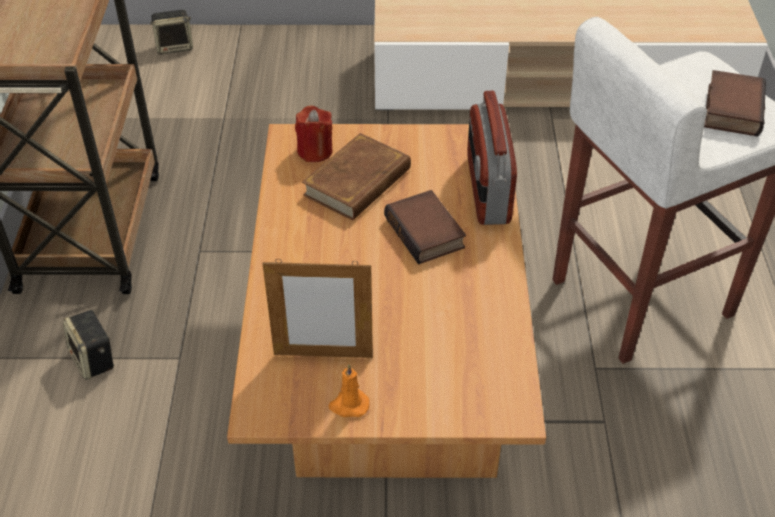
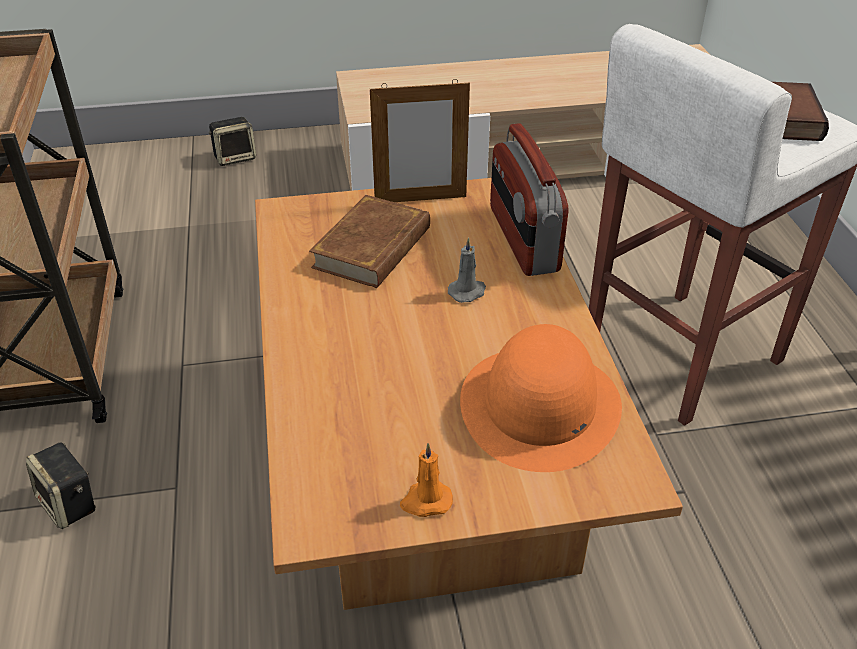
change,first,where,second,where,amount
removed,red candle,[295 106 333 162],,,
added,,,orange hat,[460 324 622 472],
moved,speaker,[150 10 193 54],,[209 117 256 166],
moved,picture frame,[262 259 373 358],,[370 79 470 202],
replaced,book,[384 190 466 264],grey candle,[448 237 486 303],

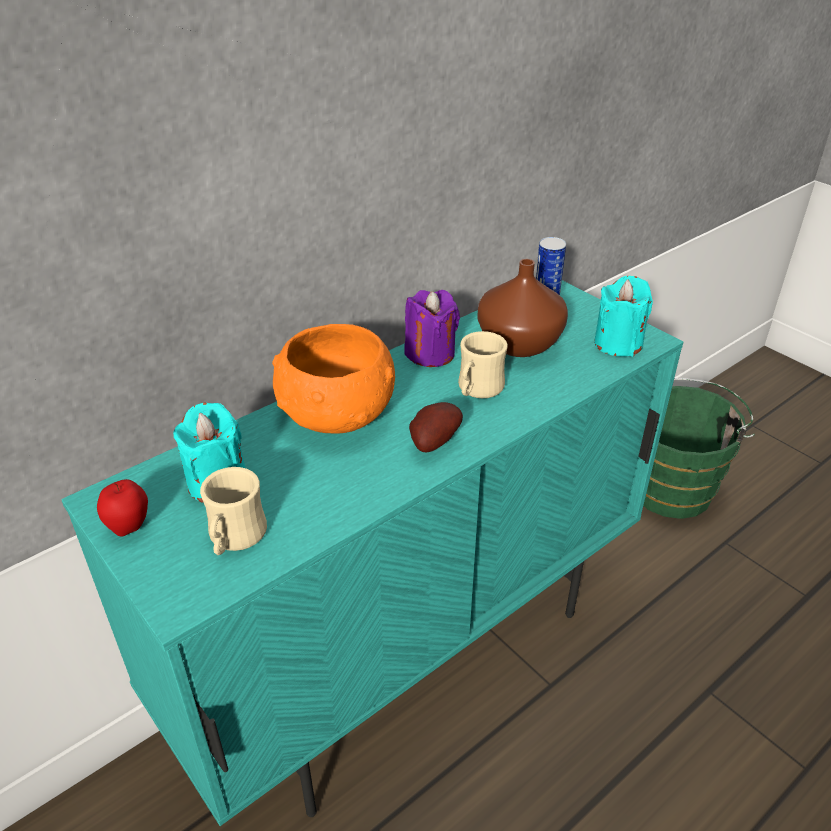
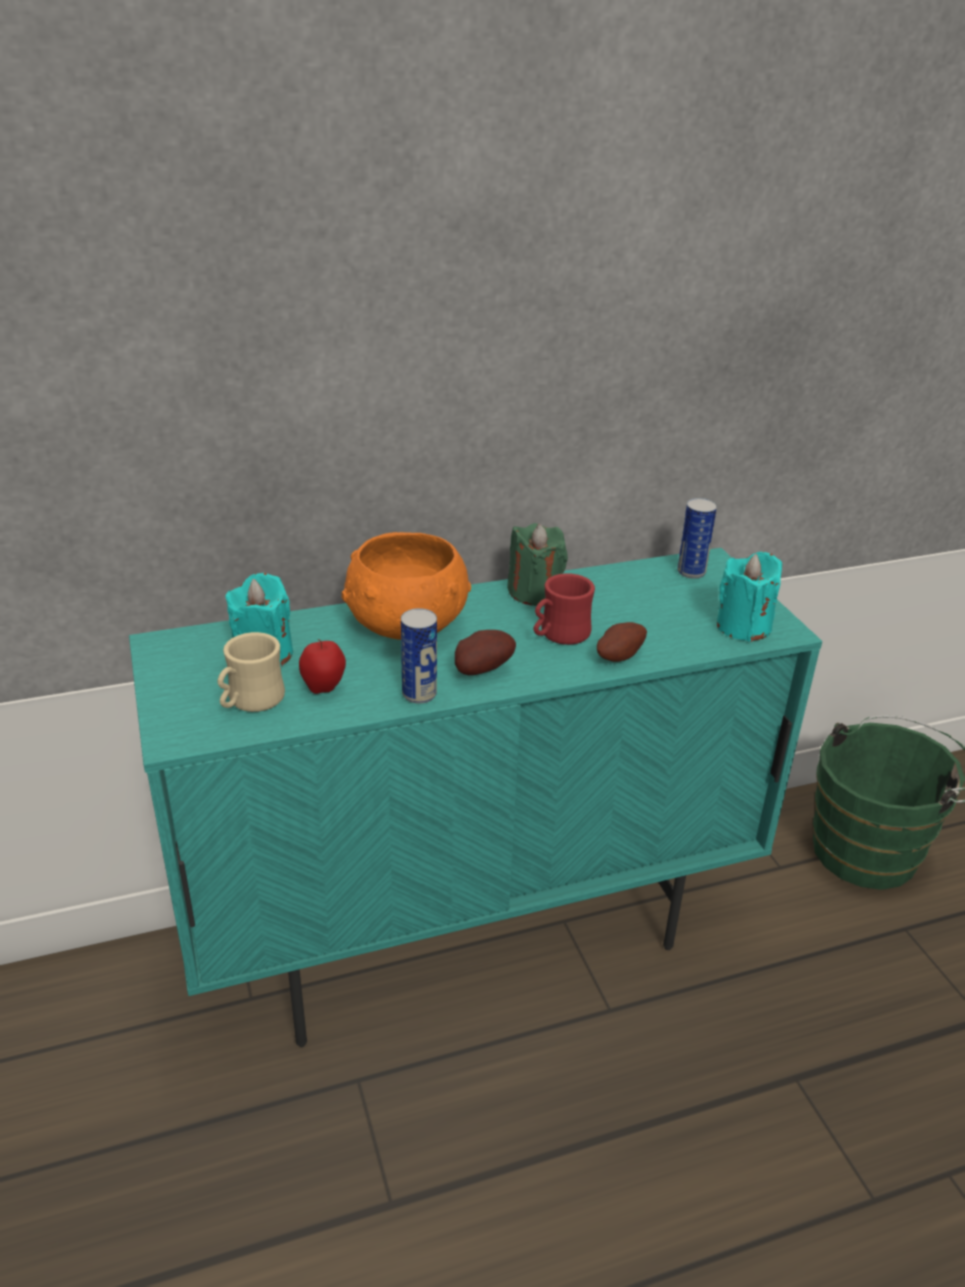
change,first,where,second,where,amount
removed,brown vase,[477 259 568 357],,,
added,,,can,[401 608 437 704],
added,,,potato,[597 622 647 662],
moved,apple,[97 479 148 537],,[299 639 346 694],
recoloured,purple candle,[404 290 460 367],green candle,[507 523 568 606],
recoloured,beige mug,[458 331 508 398],red mug,[533 573 595 645],

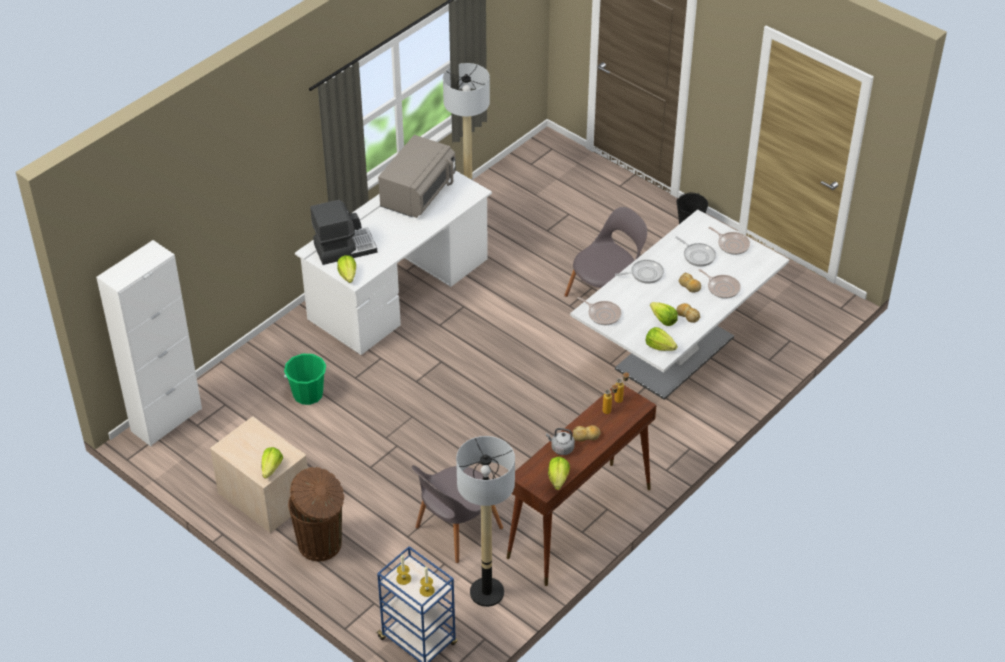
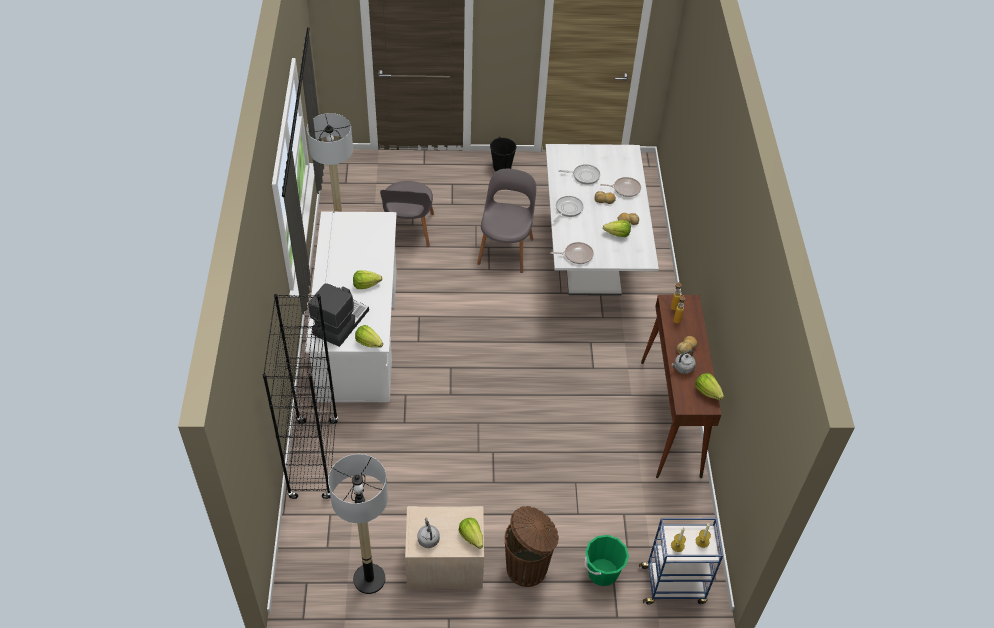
change,first,where,second,where,amount
removed,white cabinet,[96 240 202 446],,,
removed,grey microwave,[378 135 456 218],,,
removed,frying pan,[709 227 750 255],,,
added,,,black bookcase,[263 294 339 499],
added,,,grey kettle,[417 517 440 548],
moved,green bucket,[284 354 326 405],,[585 535 629 586],
moved,grey chair,[412 465 503 563],,[380 181 434 247],
moved,floor lamp,[456 436 515 607],,[328 454 388 594],
moved,lettuce,[645 327 678 351],,[353 270 382 289],

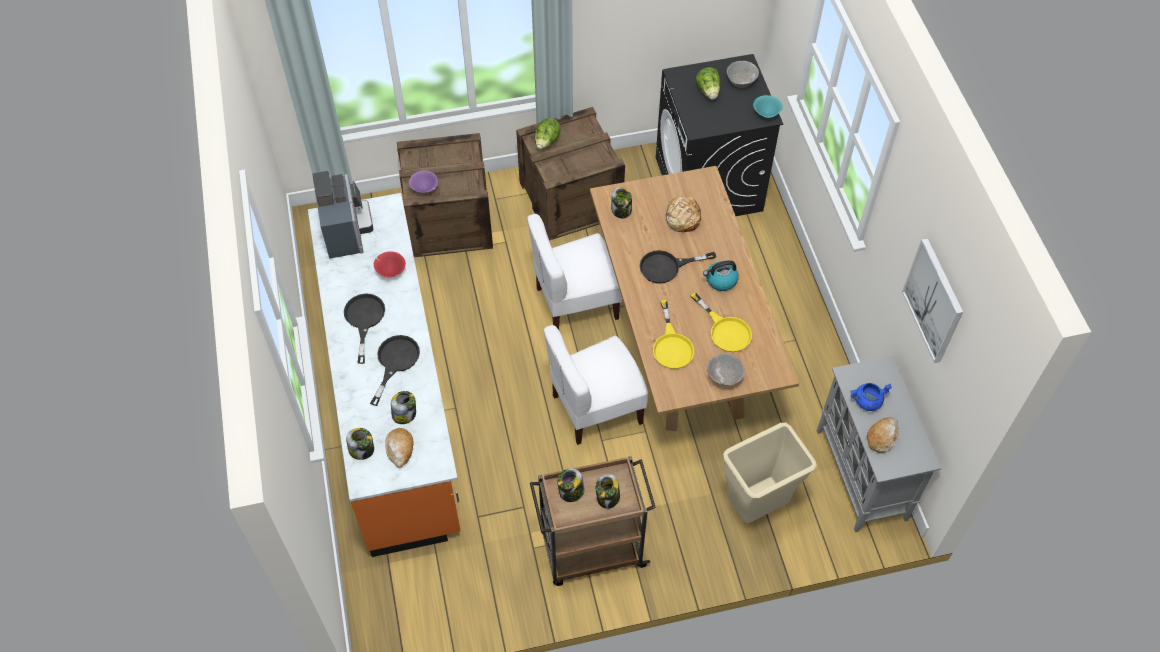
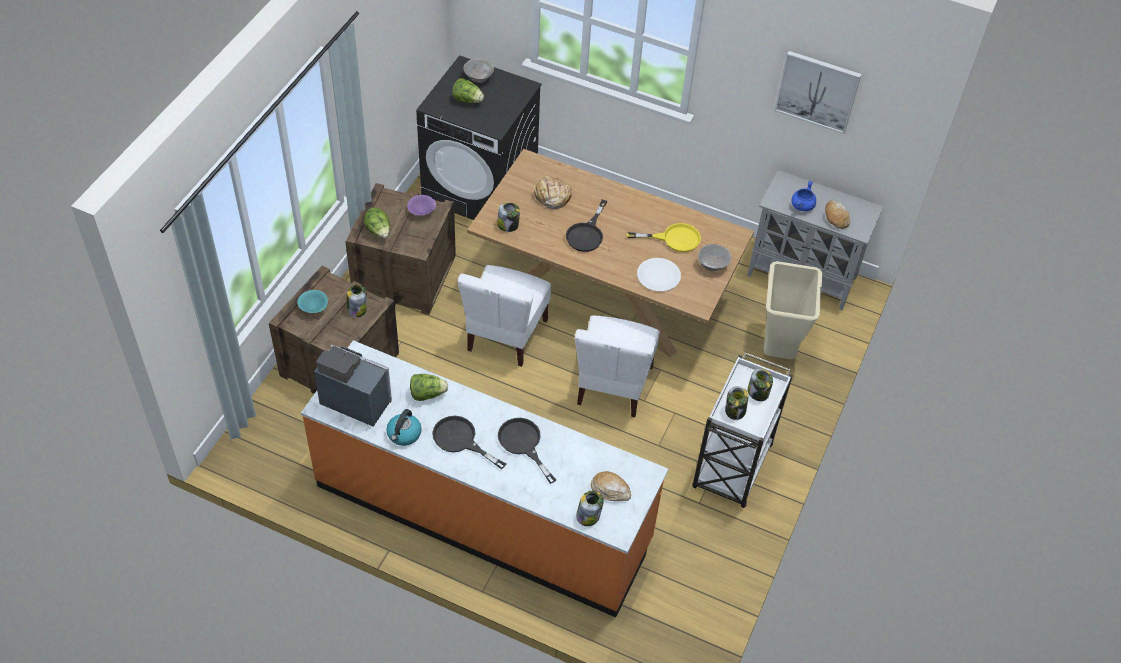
change,first,where,second,where,amount
moved,jar,[391 391 416 424],,[347 285 367 317],
moved,purple bowl,[409 170 438 193],,[407 195 436 216],
moved,kettle,[703 260 739 291],,[386 409 422 446],
moved,turquoise bowl,[753 95 783 118],,[298 290 328 313],
replaced,red bowl,[374 251 406 277],lettuce,[410 374 448 401],
replaced,yellow frying pan,[653 300 694 369],white plate,[637 258 681 292],
recoloured,brown cart,[530 456 656 586],white cart,[692 352 793 508],

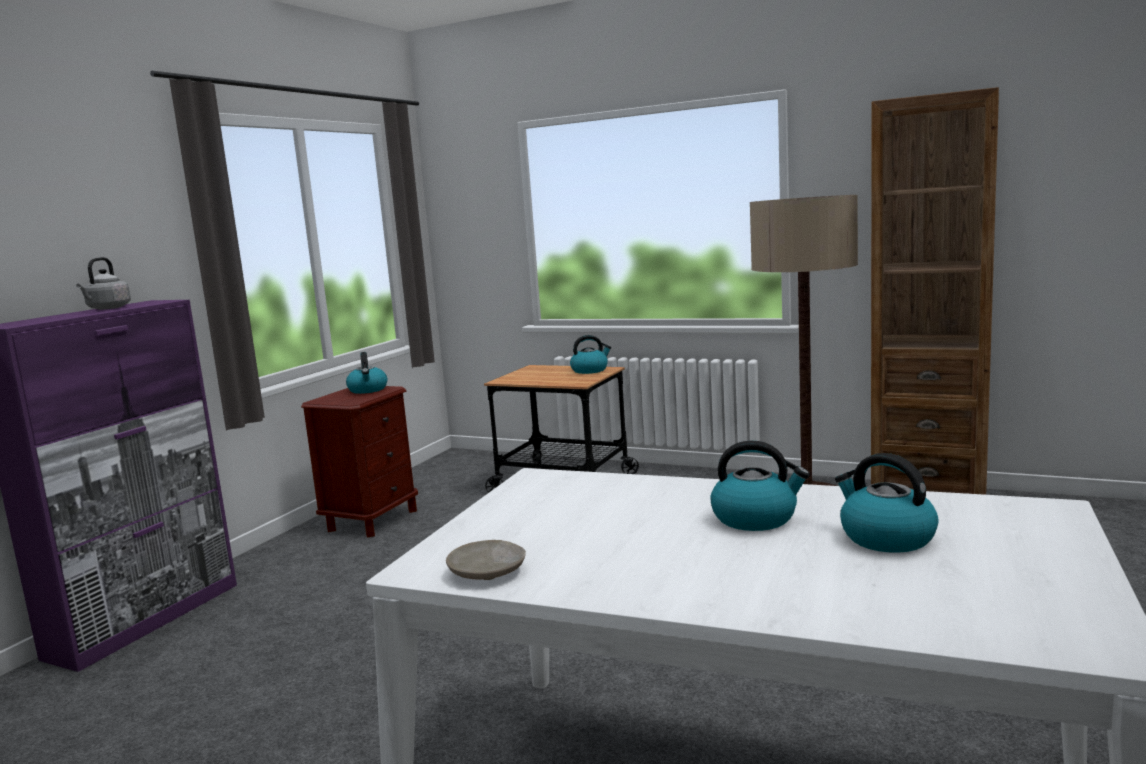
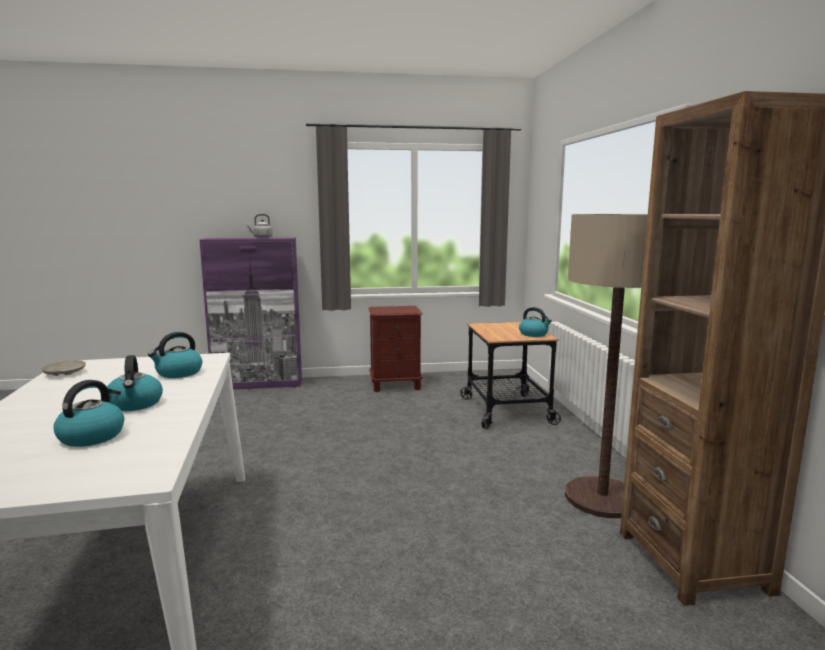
change,first,where,second,where,amount
moved,kettle,[346 352 387 394],,[148 332 202 378],

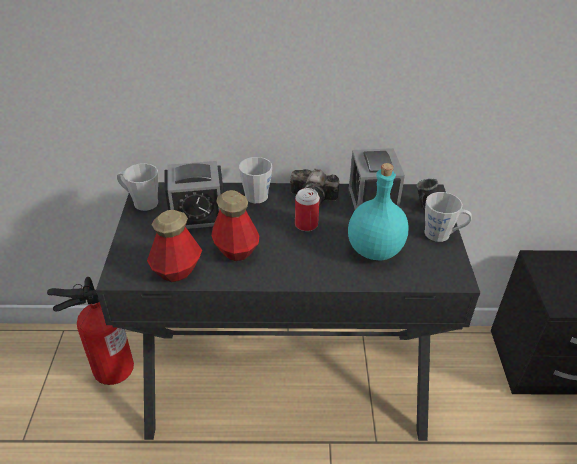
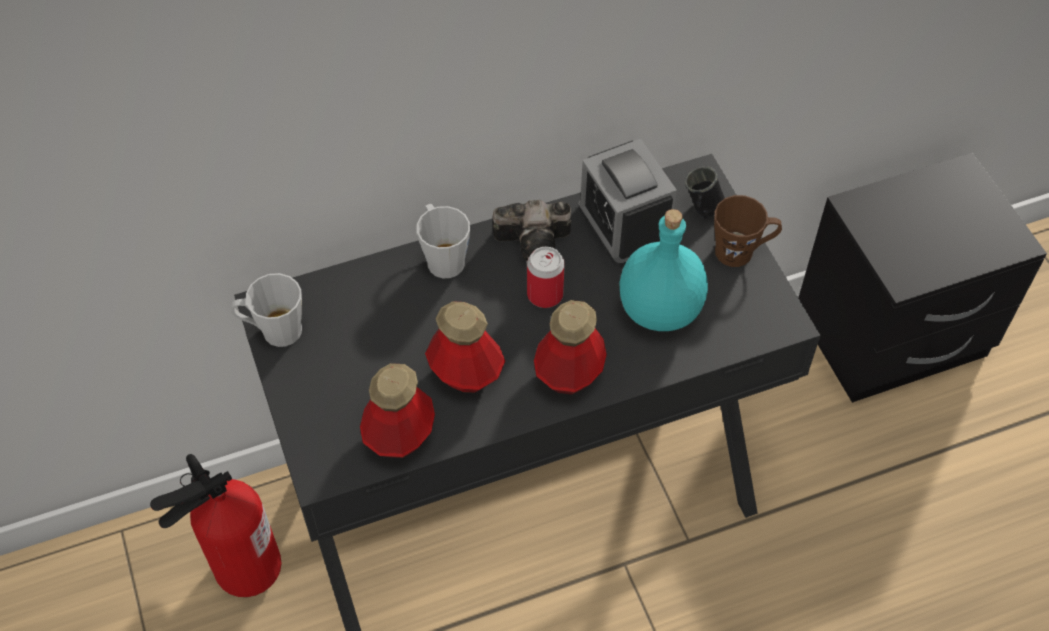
change,first,where,second,where,amount
removed,alarm clock,[165 161 223 229],,,
added,,,bottle,[534 300 607 395],
recoloured,grey mug,[424 192 472 242],brown mug,[714 195 782 267],

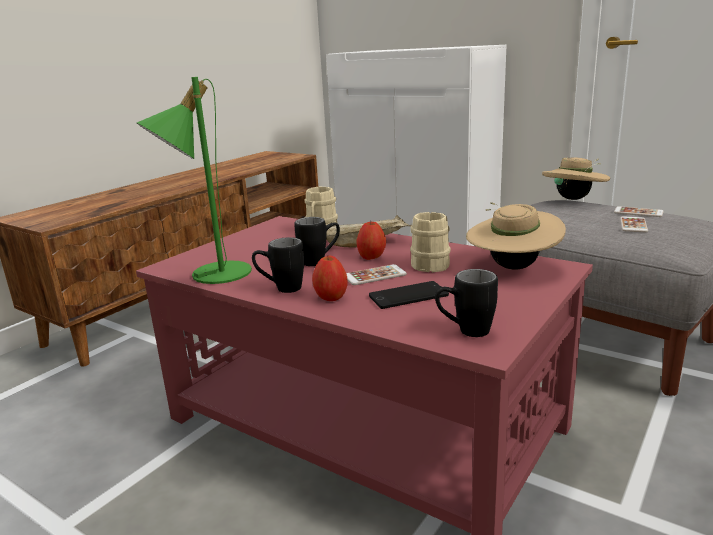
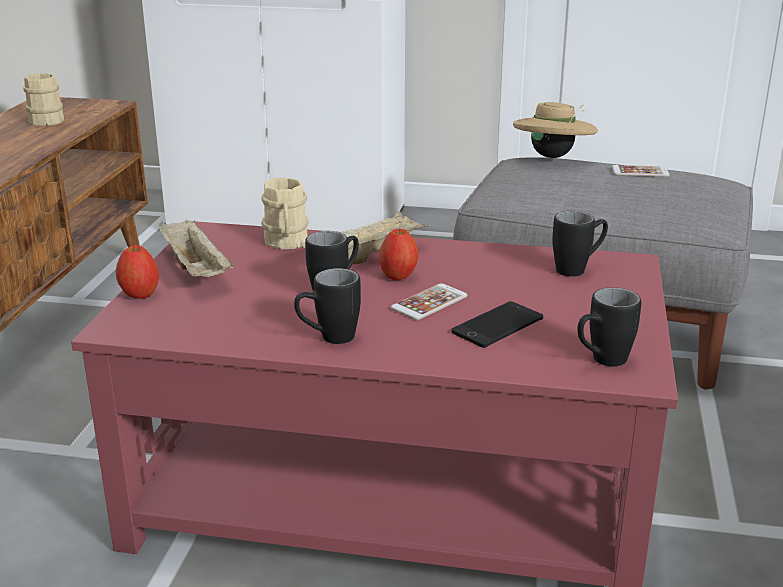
change,first,where,second,where,amount
removed,green table lamp,[137 77 252 284],,,
removed,phone,[620 216 648 232],,,
added,,,beige tray,[159 219 233 277],
moved,apple,[312 255 348 301],,[116 245 159 299],
moved,beige mug,[410 212 451 272],,[23 73 64 126],
replaced,beige hat,[466 202 566 270],black mug,[552 211 608 277],

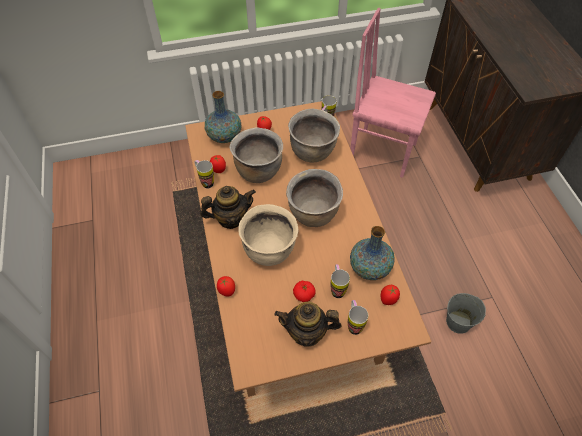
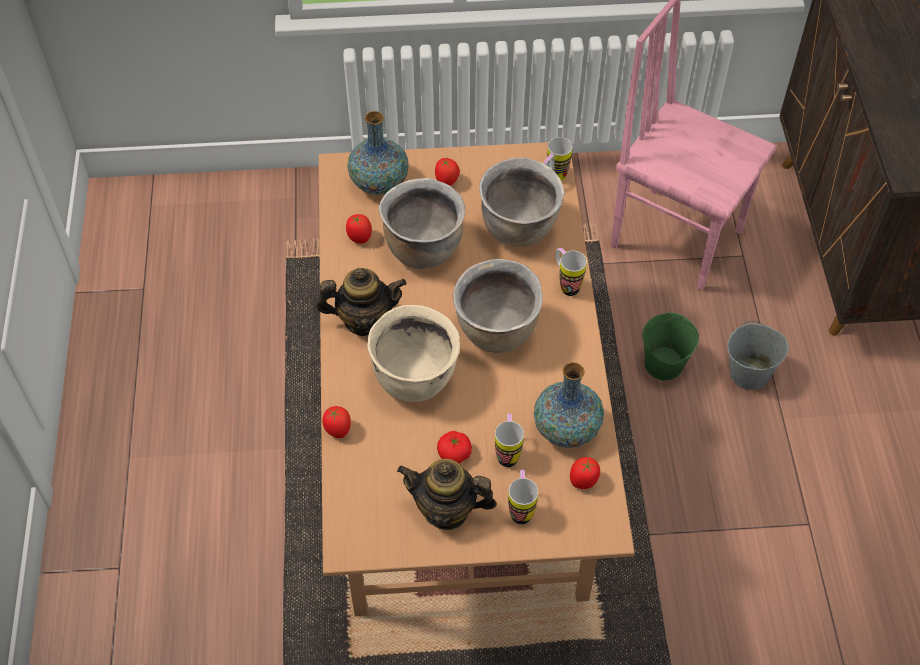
change,first,where,second,where,amount
added,,,green bucket,[642 313 699 380],
moved,mug,[195 160 214 188],,[556 248 587 296],
moved,grey bucket,[446 293 486 334],,[727 320 789 390],

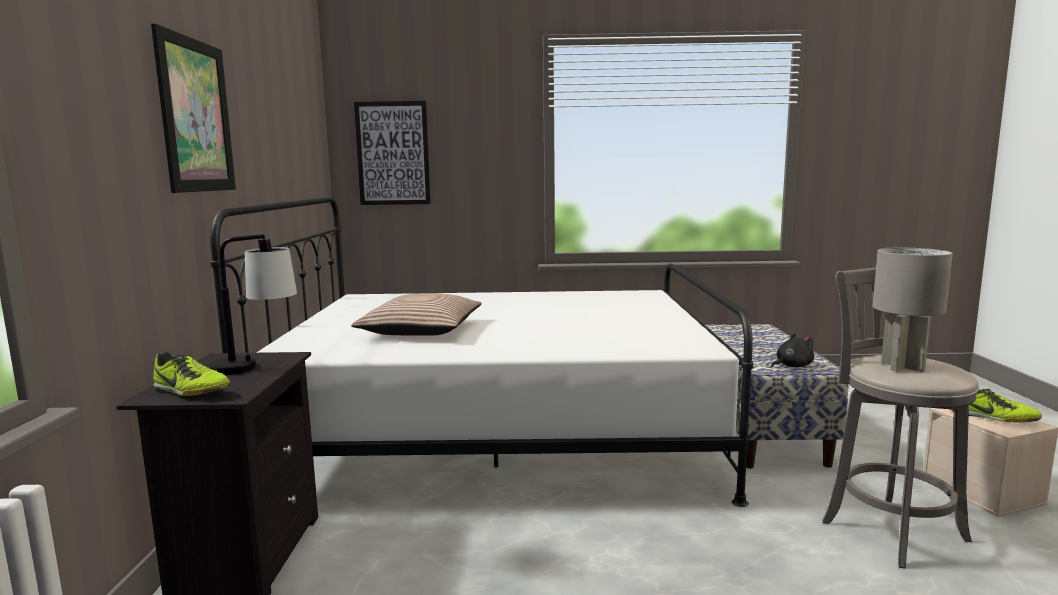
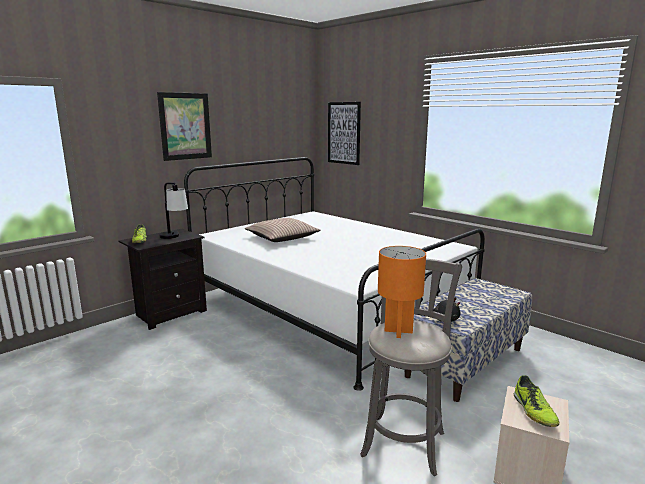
change,first,where,second,where,amount
recoloured,grey table lamp,[873 248 953 372],orange table lamp,[378 246 426 338],

